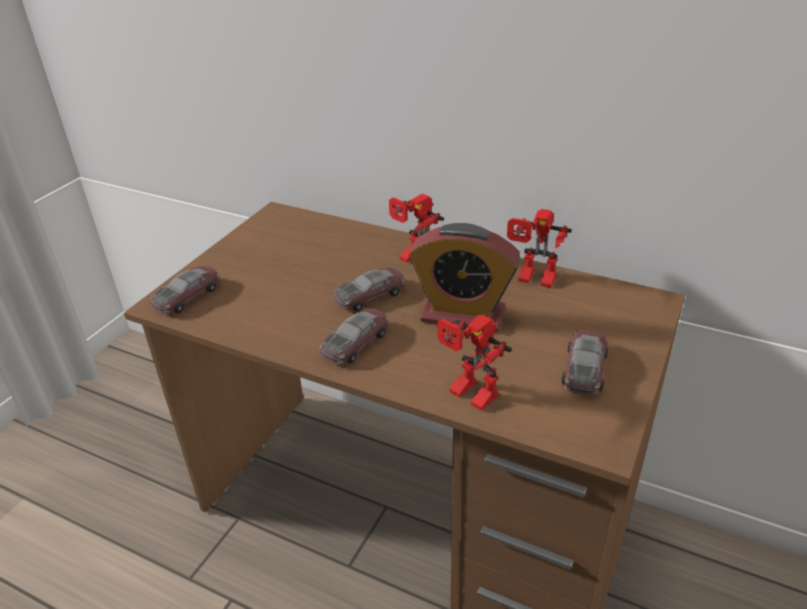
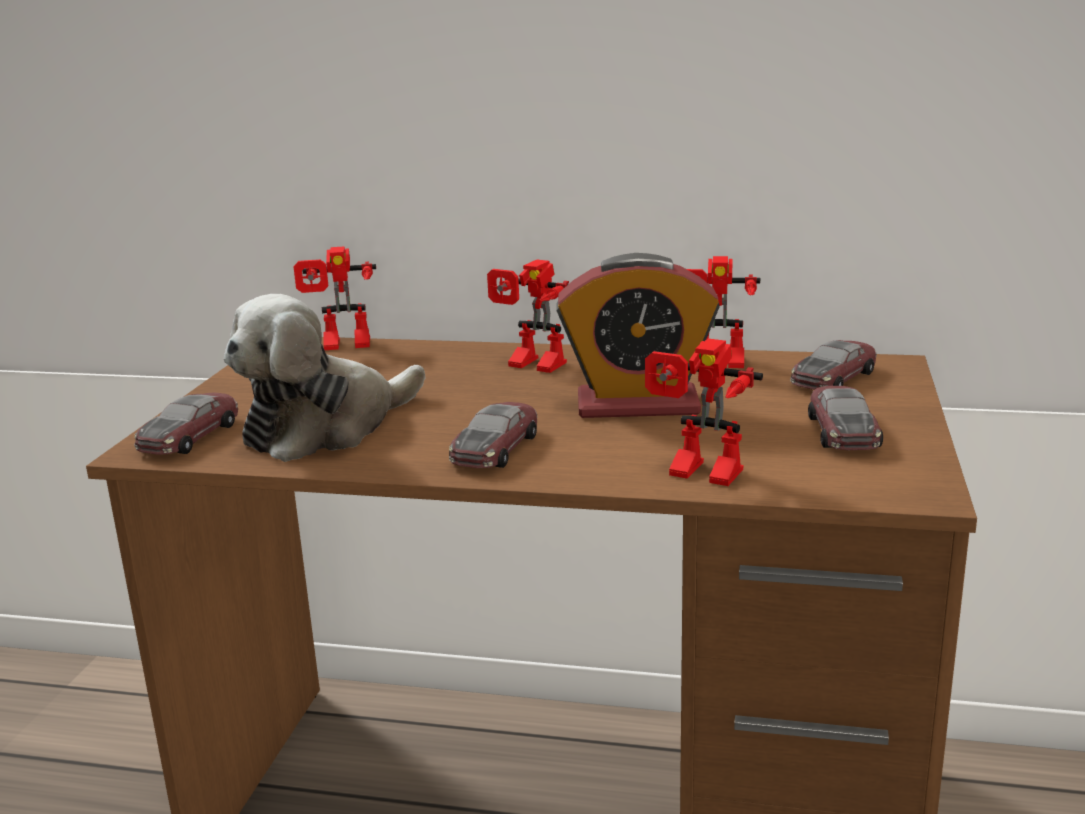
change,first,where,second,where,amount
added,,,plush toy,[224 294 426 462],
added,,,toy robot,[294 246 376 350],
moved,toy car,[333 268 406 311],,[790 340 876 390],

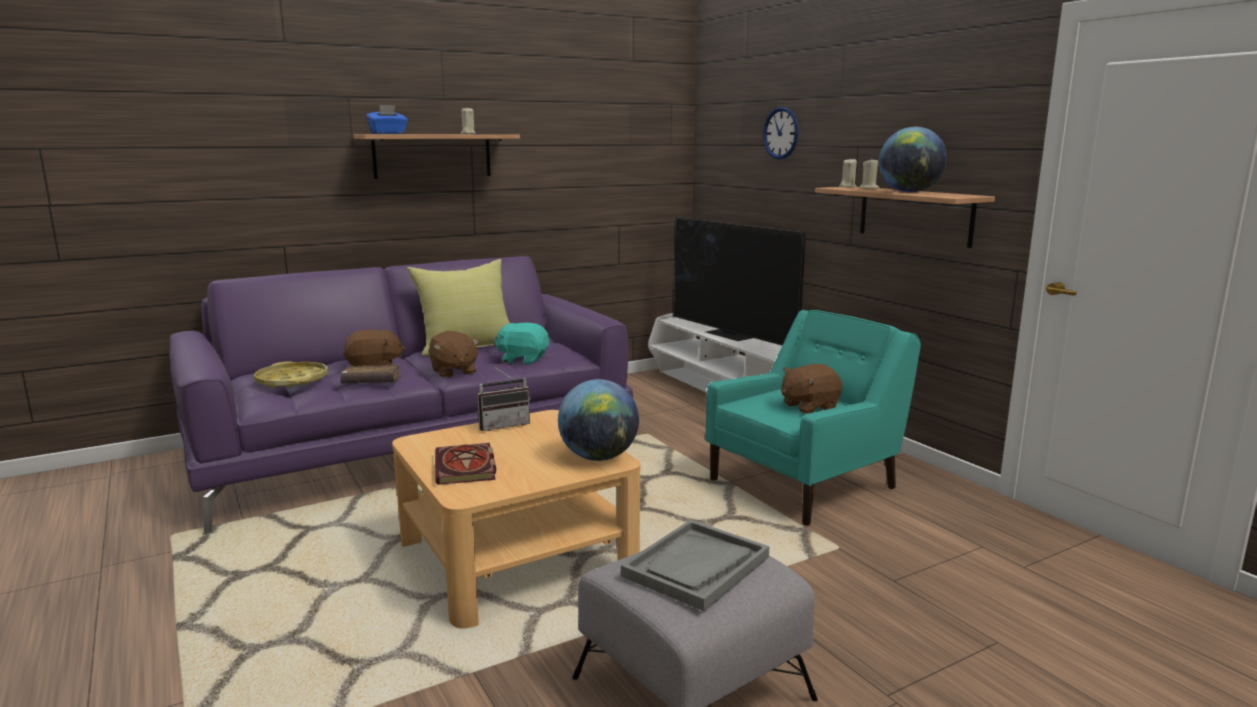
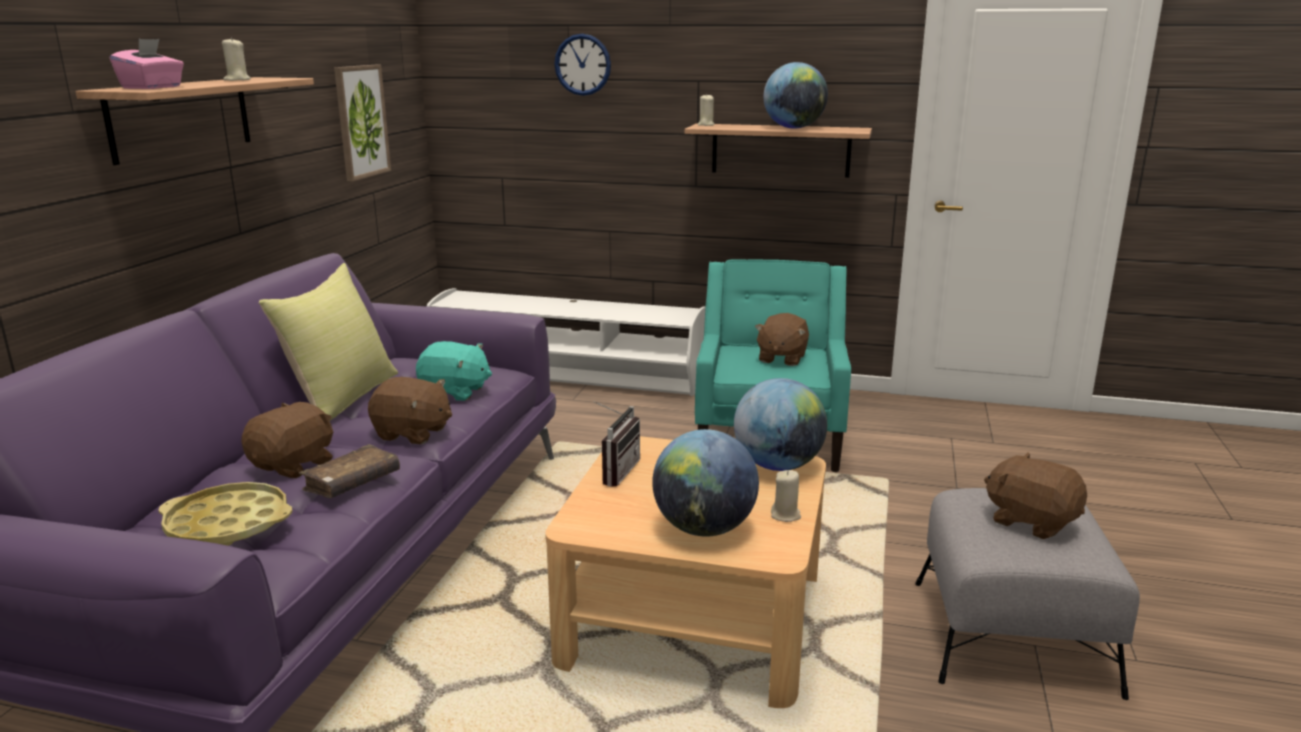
change,first,where,second,where,amount
removed,television,[673 217 806 345],,,
added,,,picture,[334 65 391 181],
moved,beige candle,[860 158 879 189],,[771 470 801 522],
replaced,book,[435 443 496 485],globe,[652 429 759 537],
replaced,grey tray,[621 520 770 611],brown plush toy,[984 452 1087 539],
recoloured,blue tissue box,[366 105 408 134],pink tissue box,[110 39 184 89],
turned,turquoise plush toy,[494 323 549 365],,[416 341 492 401],135 degrees counterclockwise

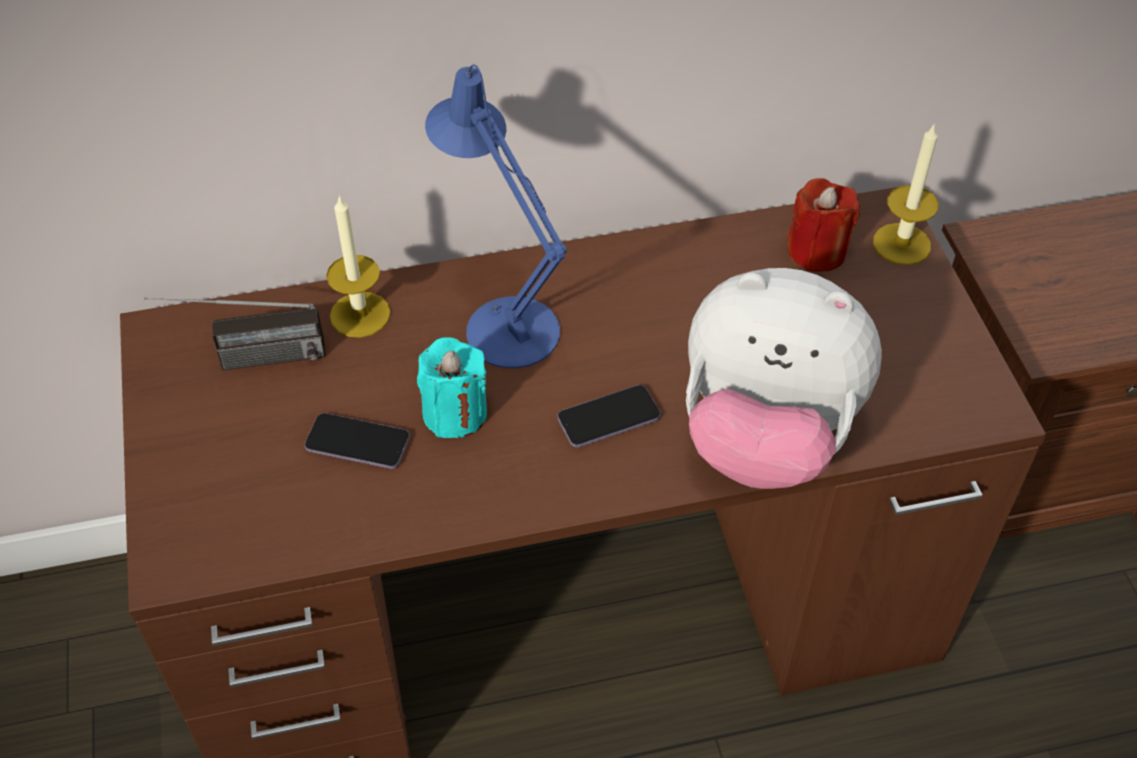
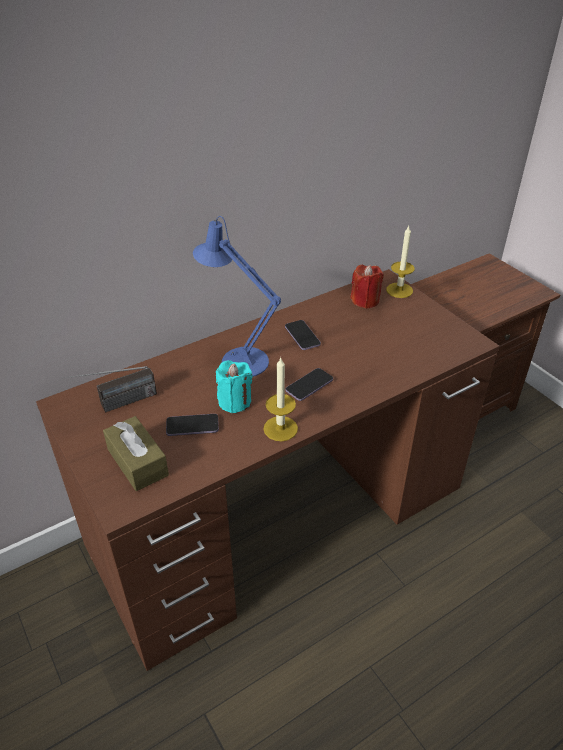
change,first,where,second,where,amount
removed,plush toy,[686 268 882 489],,,
added,,,brown tissue box,[103 416 169 491],
added,,,phone,[285 320 321 350],
moved,candle,[326 195 391 338],,[263 357 298 441],

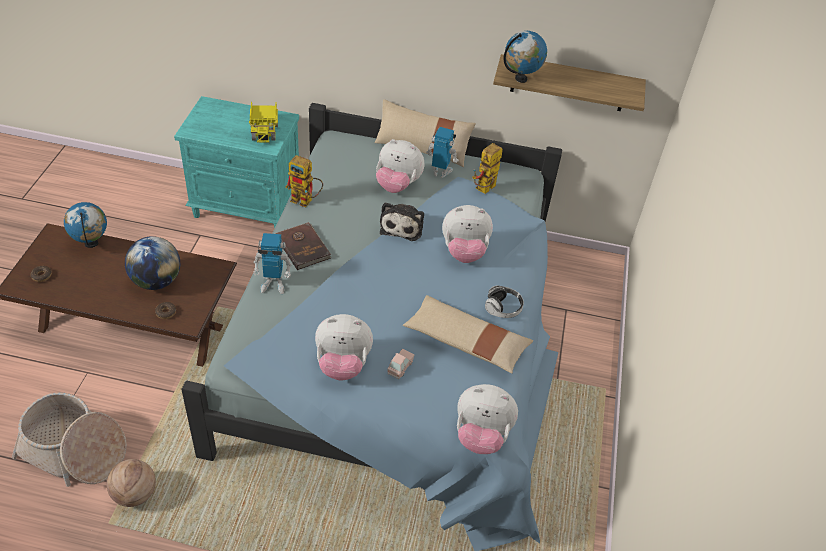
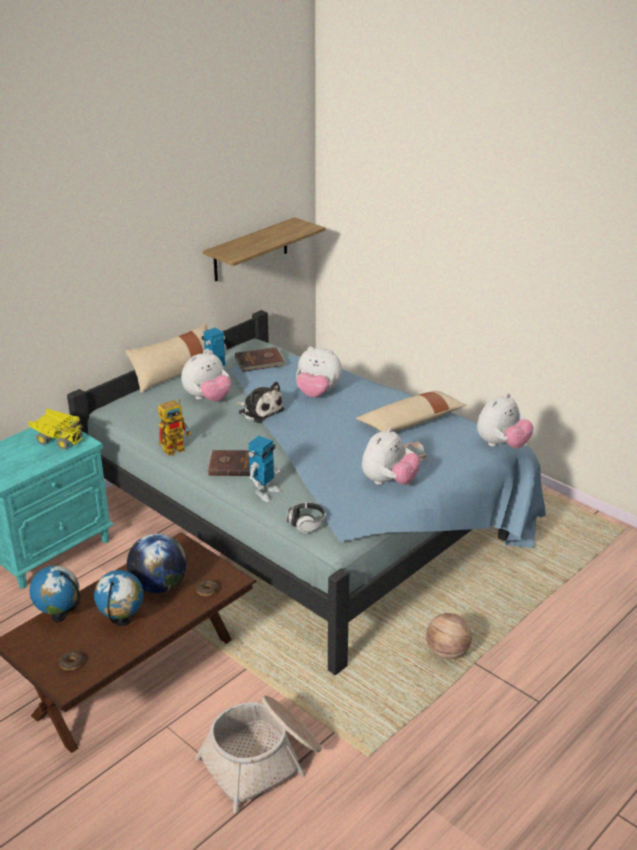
change,first,where,second,where,amount
moved,basketball,[107 459 156 507],,[426 613 472 659],
moved,headphones,[485 285 524 318],,[286 502 326 533],
moved,globe,[504 31 547 83],,[94 570 143 626],
replaced,toy robot,[472 143 503 194],brown book,[235 347 286 372],
turned,plush toy,[442 205 493 263],,[296 346 342 397],75 degrees clockwise

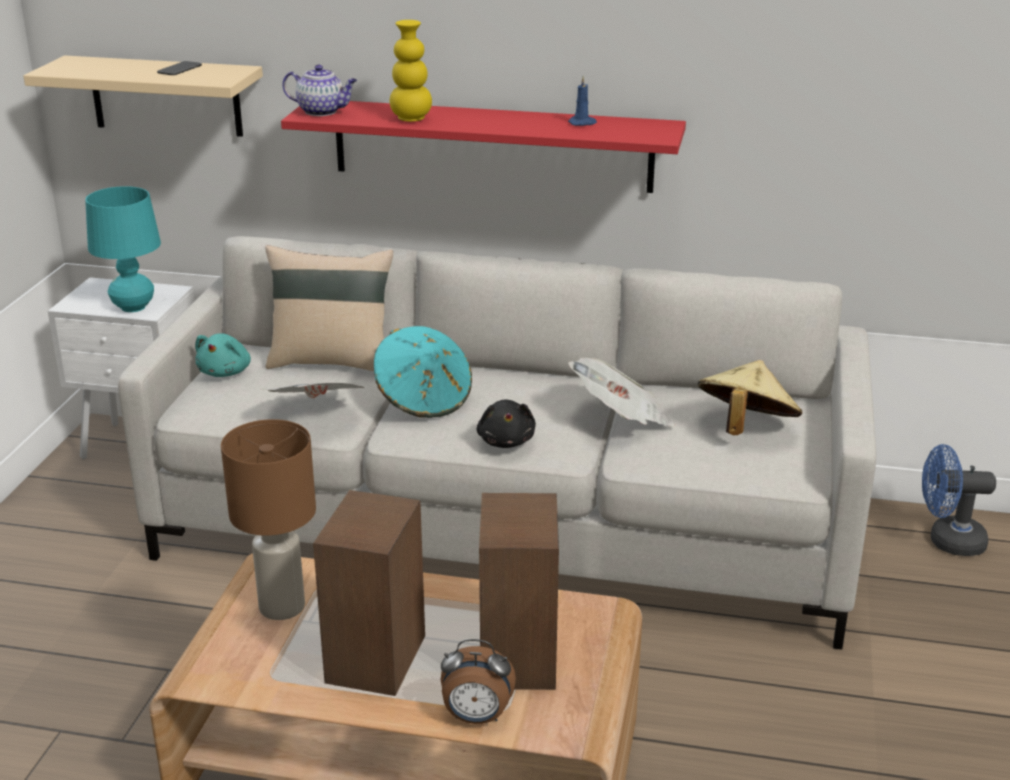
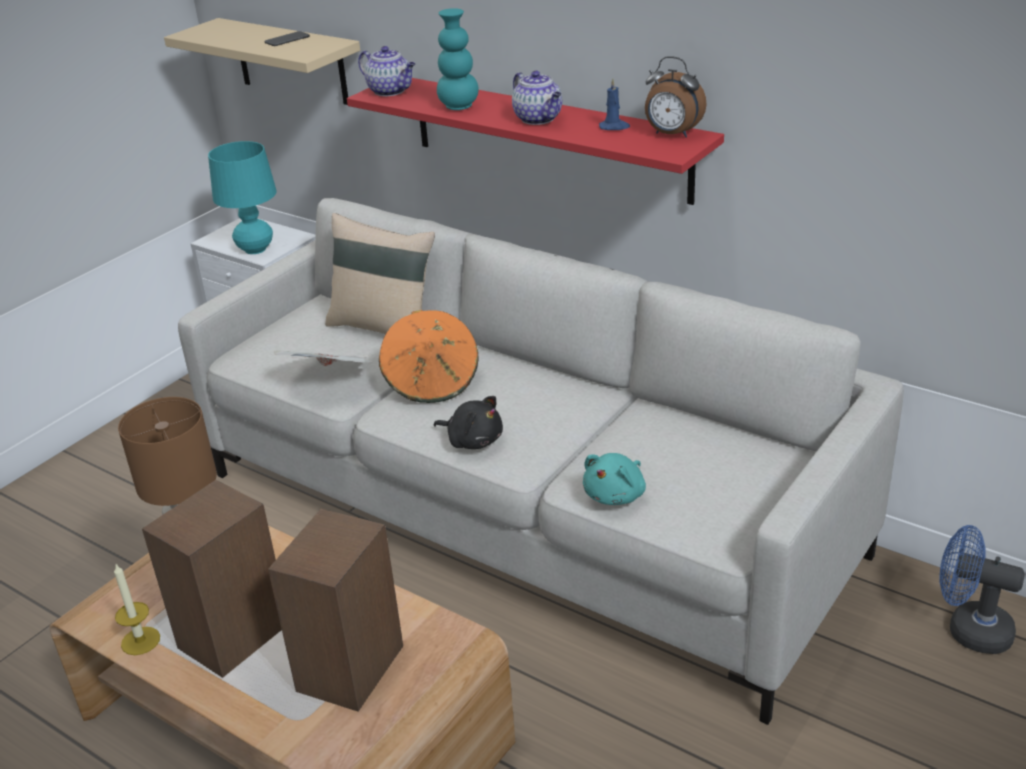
change,first,where,second,where,amount
removed,newspaper,[568 358 676 427],,,
removed,beige hat,[698 360 802 435],,,
added,,,candle,[114 564 160 655],
added,,,teapot,[512 71 562 125],
moved,turquoise plush toy,[195 333 251 377],,[583 453 646 505],
moved,alarm clock,[440 639 516 724],,[645 56 707 138],
recoloured,turquoise hat,[374 326 472 418],orange hat,[379 310 479 403],
recoloured,yellow vase,[390 20 432 122],turquoise vase,[437 8 479 110],
turned,black plush toy,[477 400 536 448],,[434 396 503 449],75 degrees counterclockwise

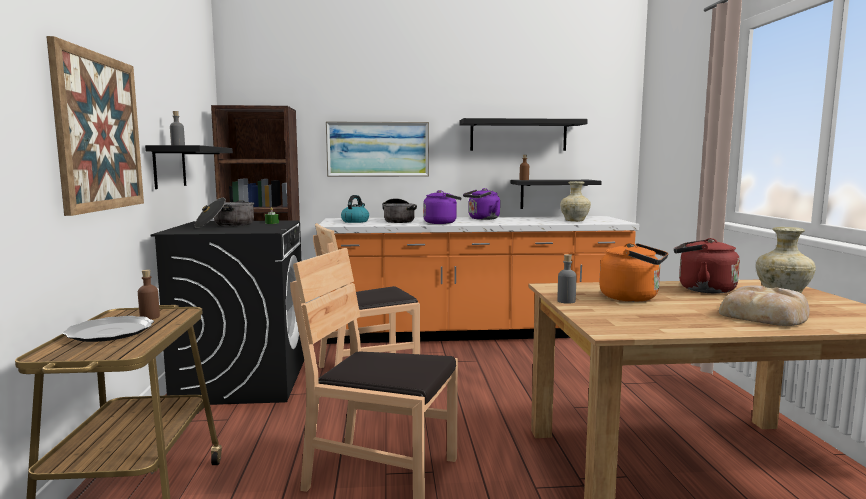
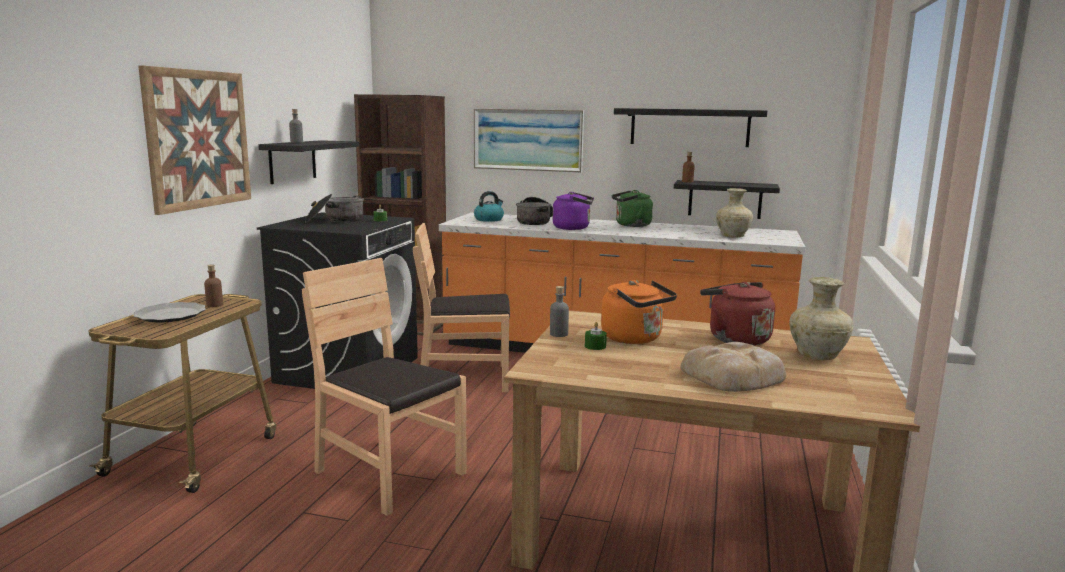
change,first,where,second,where,amount
added,,,green candle,[585 322 607 350],
recoloured,purple kettle,[463 188 500 220],green kettle,[612 190 653 227],

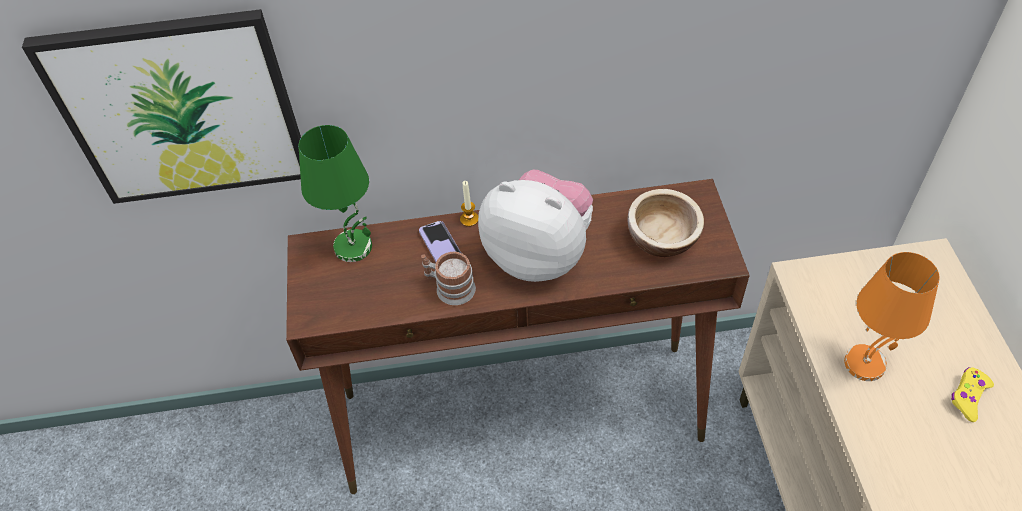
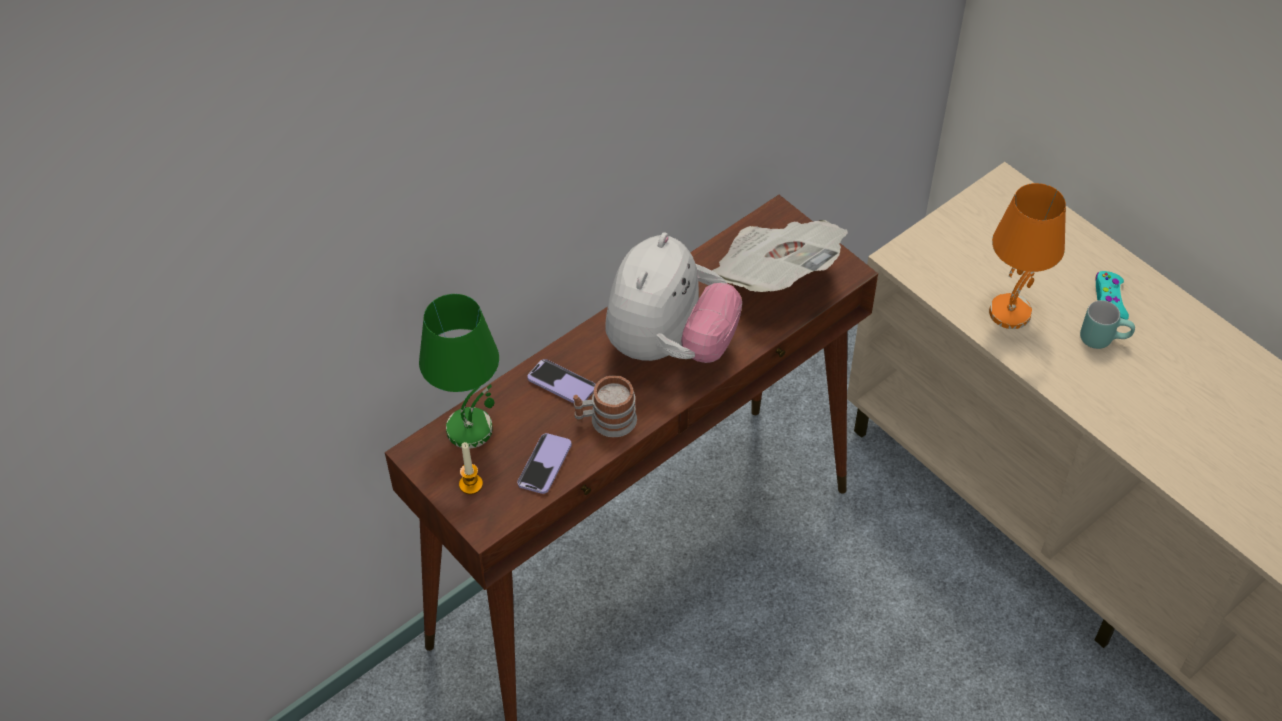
change,first,where,second,where,amount
removed,picture,[22 9 301 204],,,
added,,,phone,[517 433 572 494],
added,,,turquoise mug,[1080 300 1135 349],
moved,candle,[460 181 478 227],,[459 442 483 495],
replaced,bowl,[628 189 704 257],newspaper,[712 220 848 292],
recoloured,yellow game controller,[951 367 994 422],turquoise game controller,[1096 271 1129 320],
turned,plush toy,[478 169 593 282],,[605 232 742 363],120 degrees clockwise

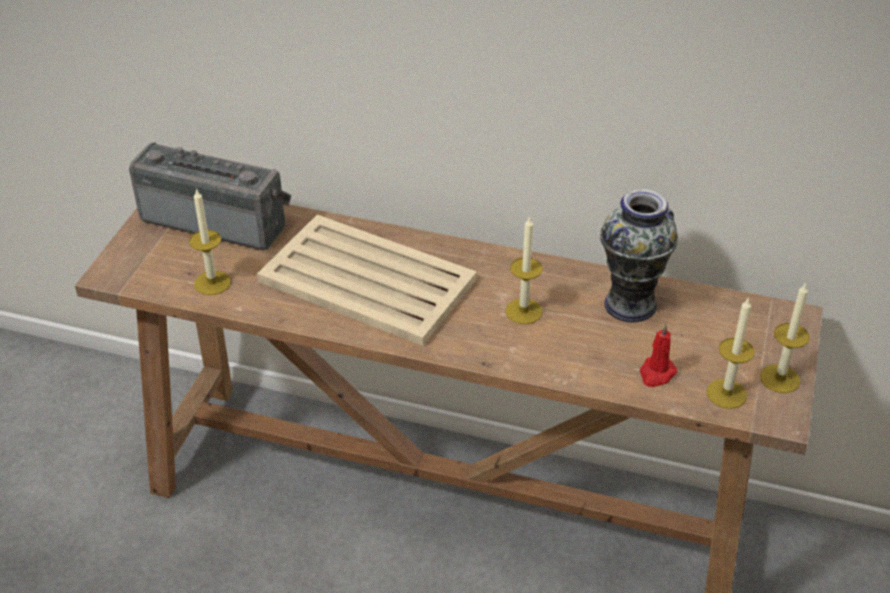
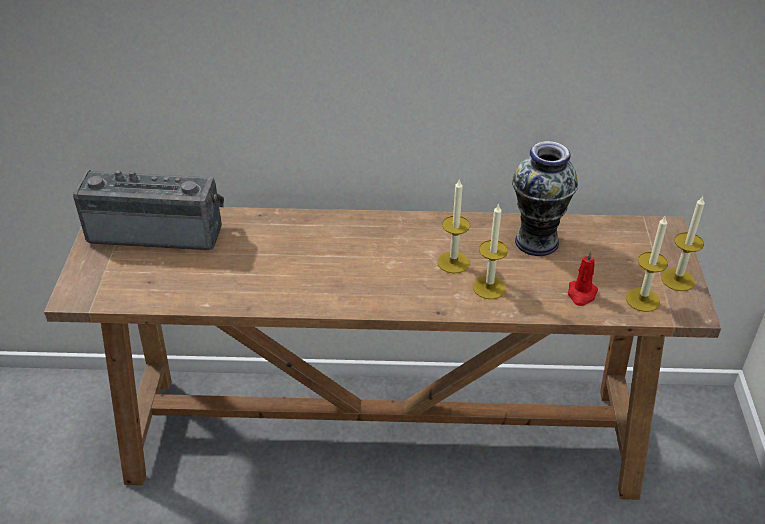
change,first,where,second,where,amount
removed,beige tray,[257 215 477 346],,,
moved,candle,[189 188 231 295],,[473 203 508 299],

